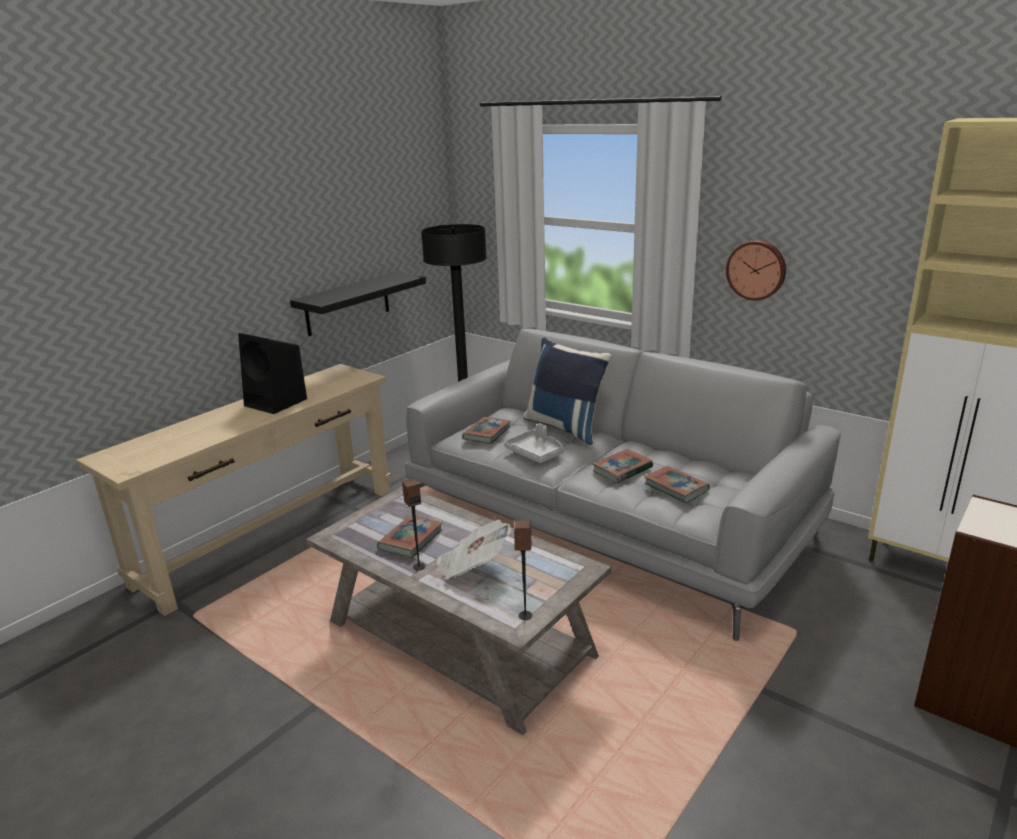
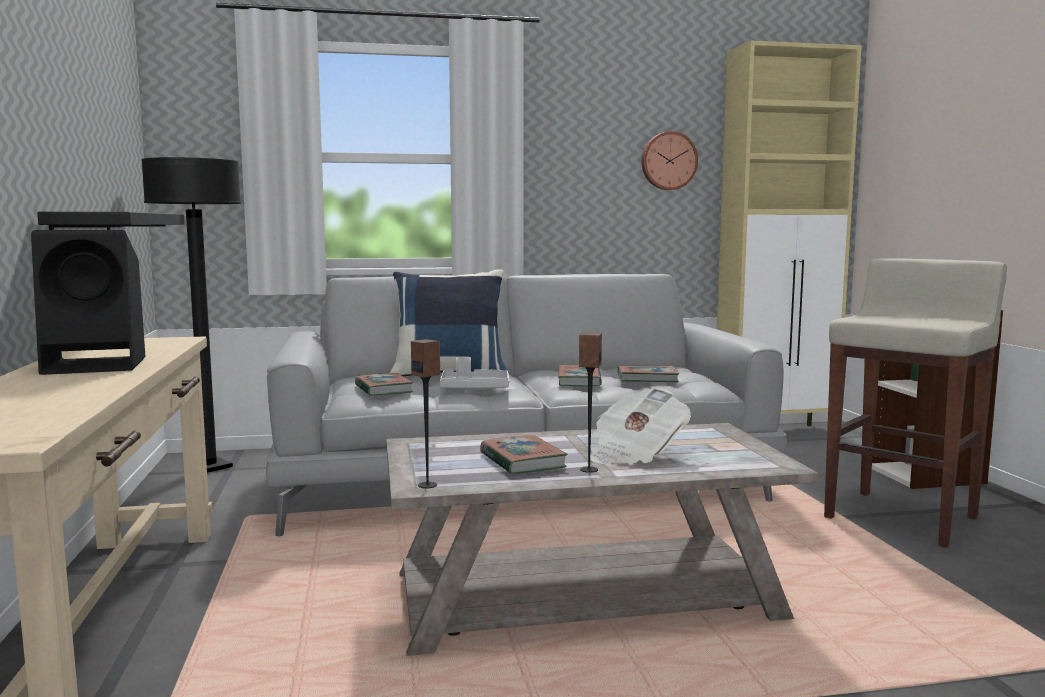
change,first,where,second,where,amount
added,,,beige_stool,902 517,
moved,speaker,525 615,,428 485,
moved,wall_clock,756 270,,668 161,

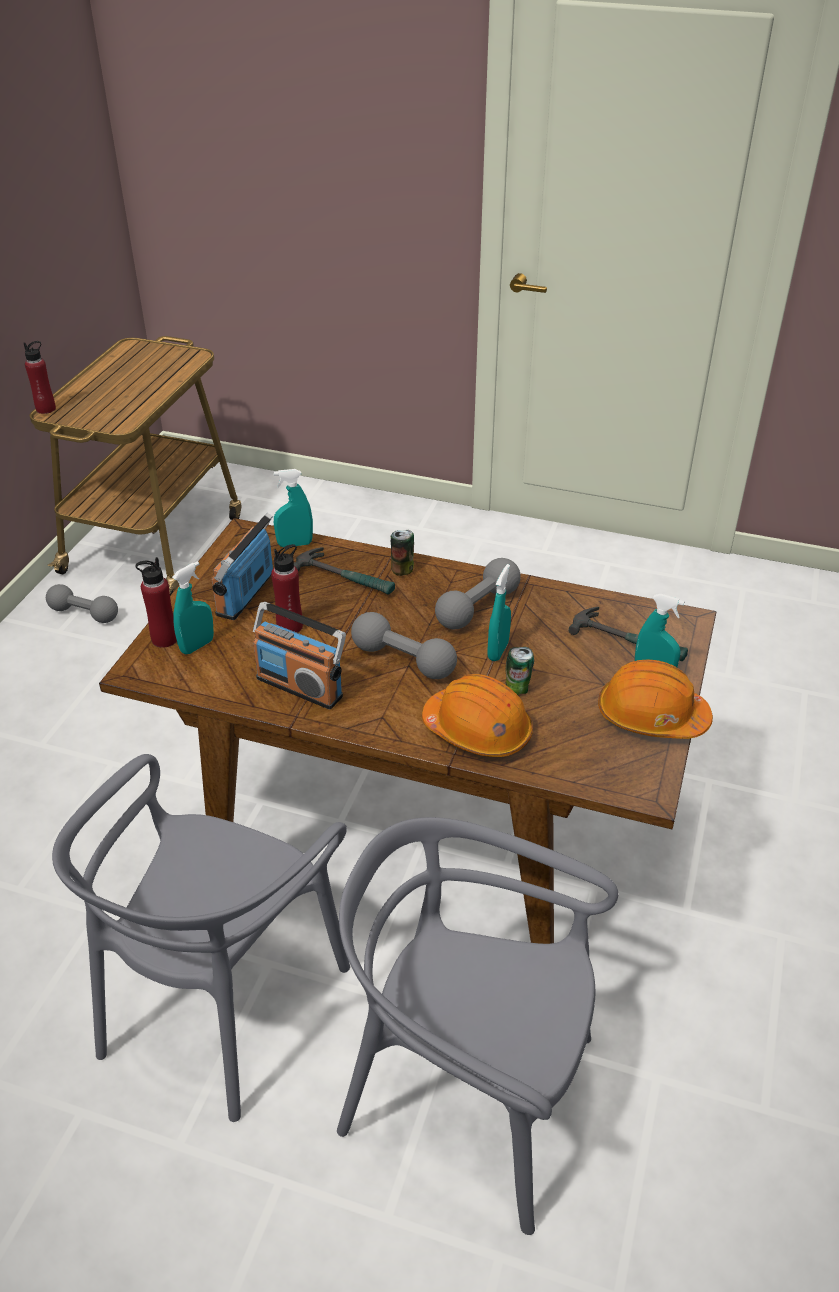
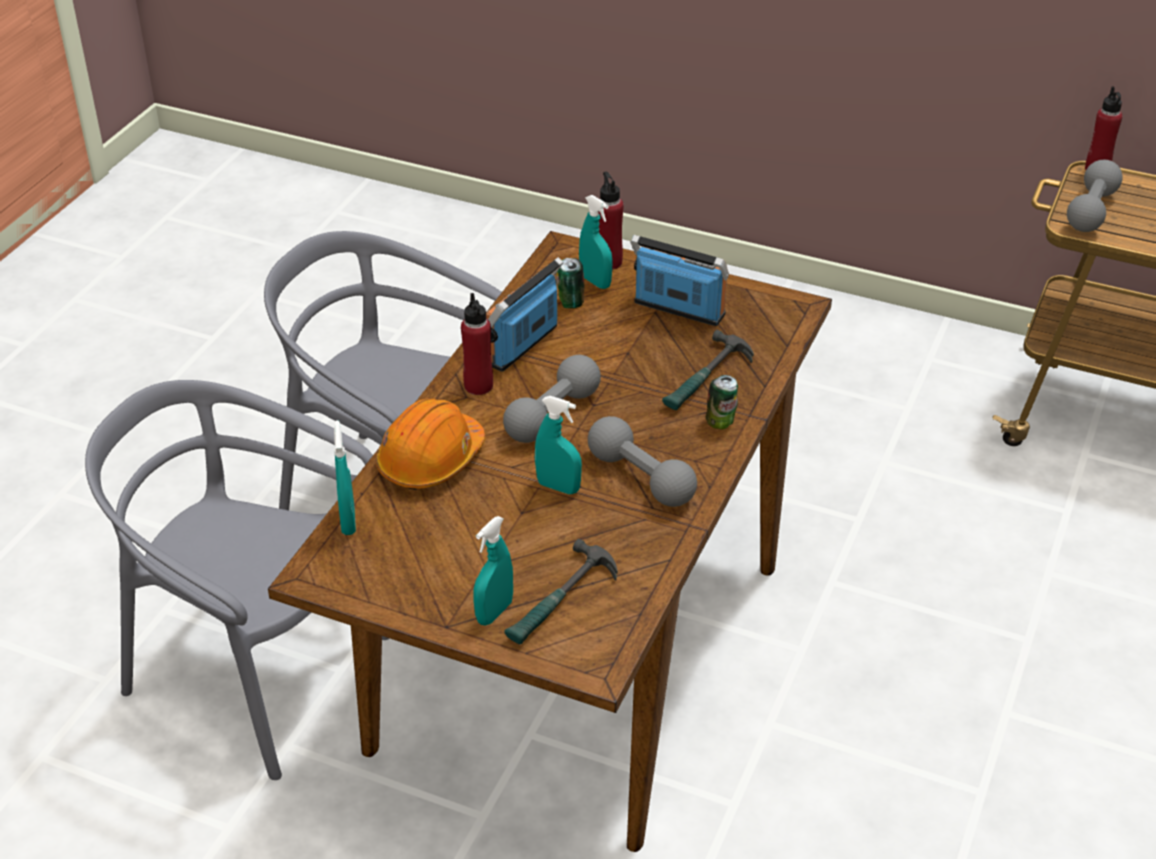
change,first,where,second,where,amount
removed,orange_hard_hat,651 716,,,
moved,grey_dumbbell,84 614,,1091 211,
moved,red_bottle,290 626,,478 386,
moved,turquoise_spray_bottle,295 544,,348 521,
moved,can,517 689,,570 302,
turned,grey_chair,469 1095,,256 673,90 degrees counterclockwise

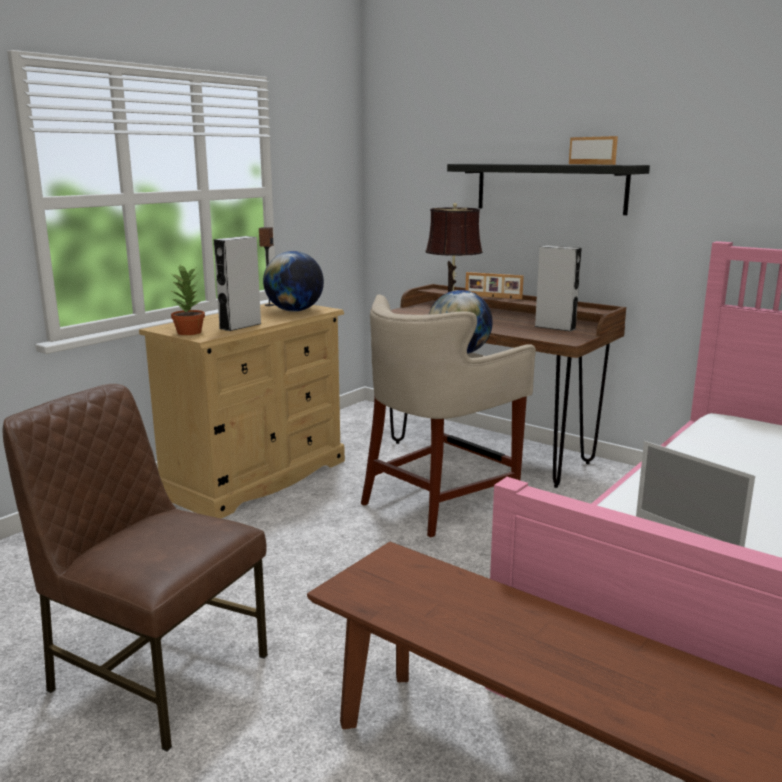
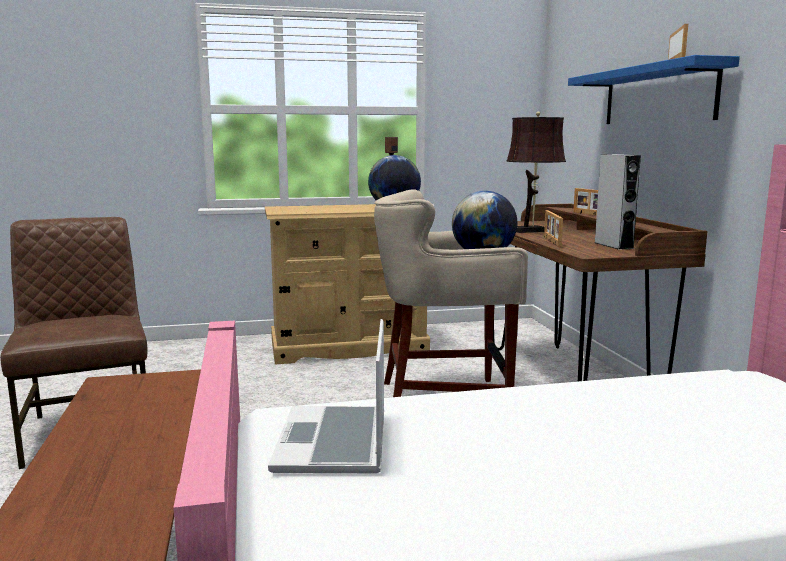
change,first,where,second,where,amount
removed,potted_plant,190 332,,,
removed,grey_speaker,240 326,,,
added,,,picture_frame,551 241,
recoloured,black_shelf,550 188,blue_shelf,657 96,

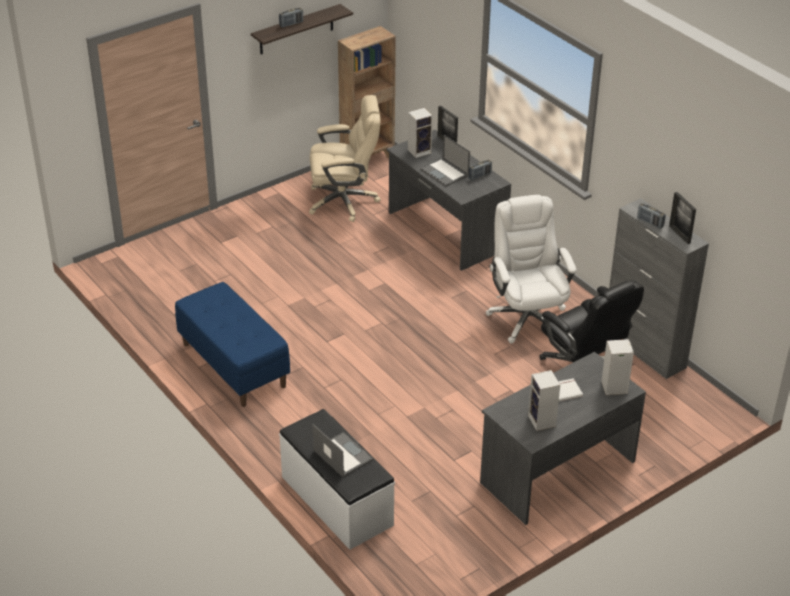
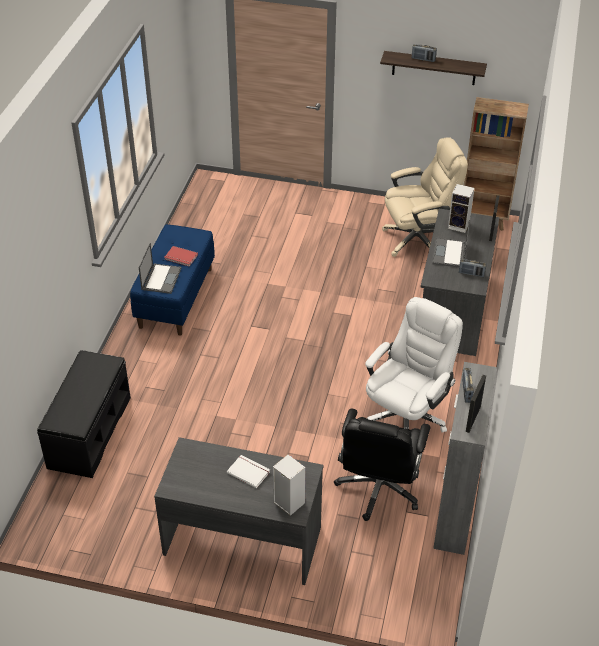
change,first,where,second,where,amount
removed,speaker,542 421,,,
added,,,red_book,181 257,
moved,laptop,342 455,,161 278,
recoloured,white_bench,336 501,black_bench,89 432,
turned,beige_office_chair,344 201,,418 239,60 degrees counterclockwise

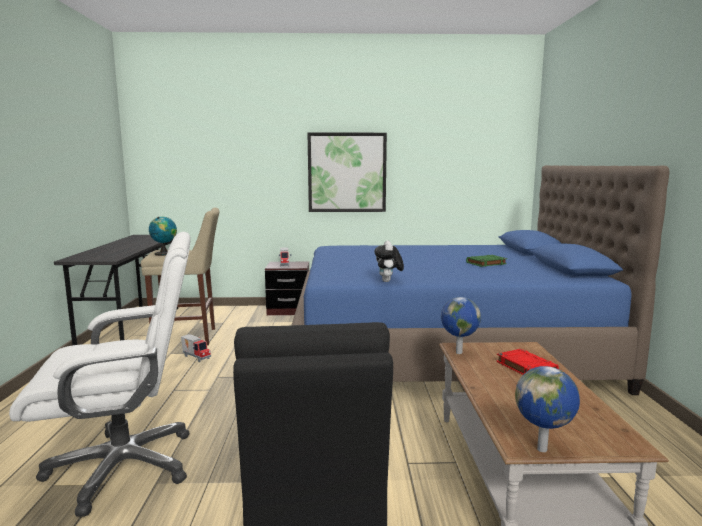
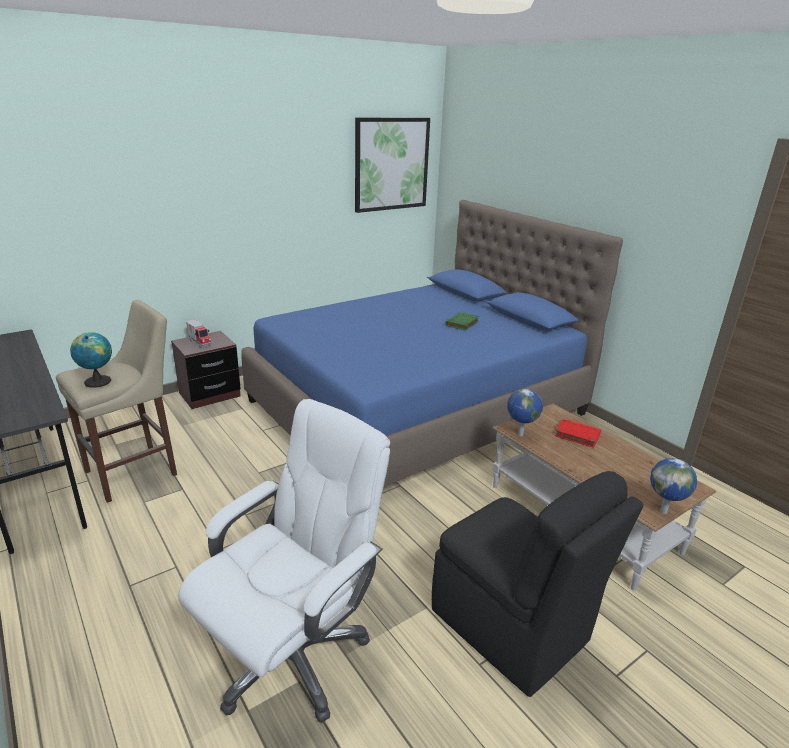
change,first,where,second,where,amount
removed,toy_truck,197 357,,,
removed,plush_toy,388 281,,,
moved,picture,347 172,,391 164,

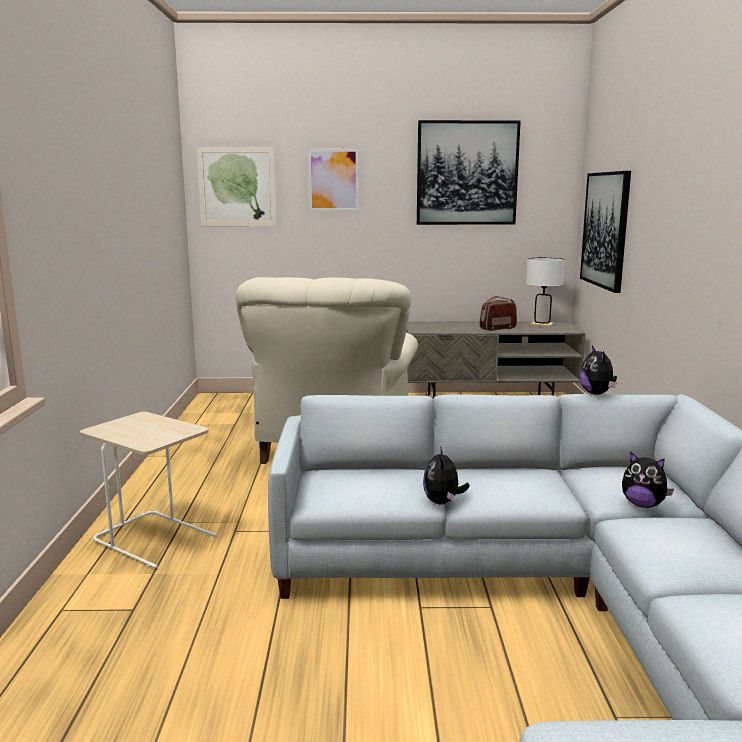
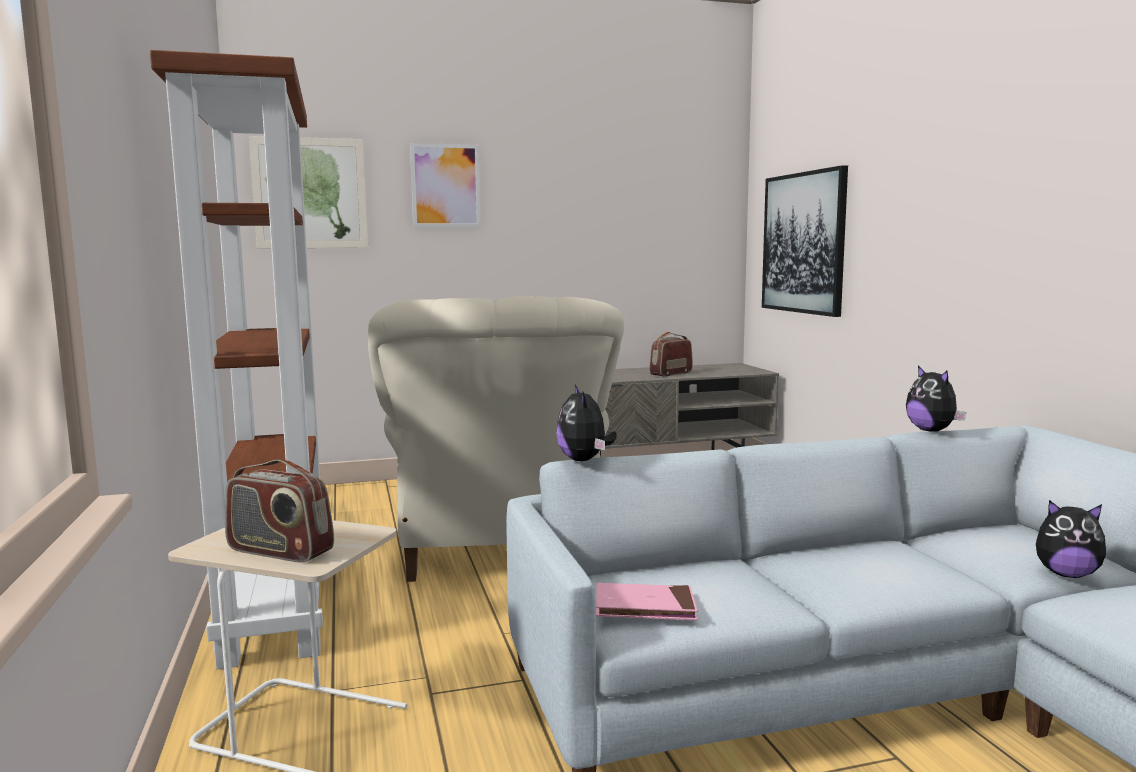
change,first,where,second,where,amount
removed,picture,467 173,,,
removed,white_table_lamp,542 325,,,
added,,,brown_bookcase,276 601,
added,,,radio,279 551,
added,,,pink_book,644 607,
moved,plush_toy,443 502,,584 460,

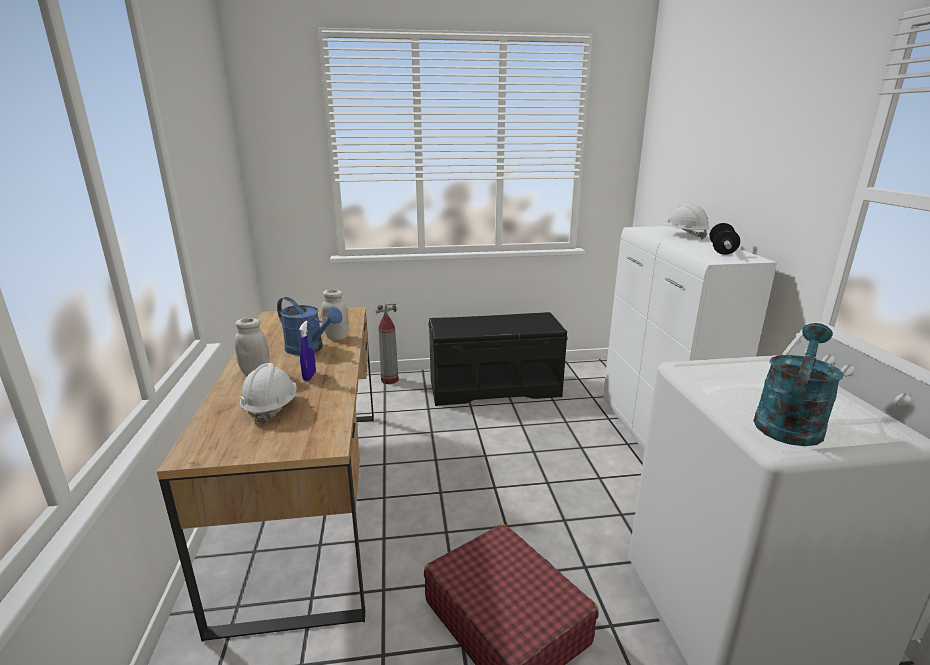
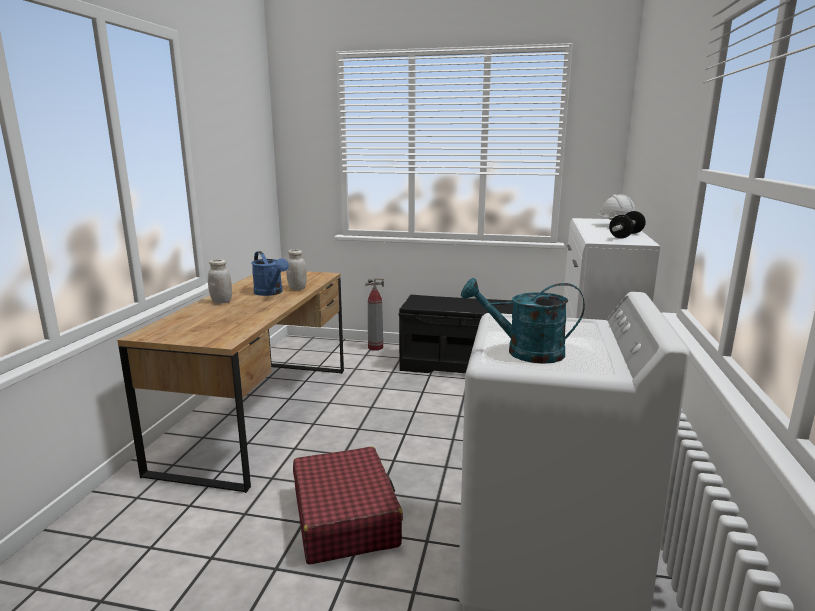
change,first,where,second,where,amount
removed,white_hard_hat,271 407,,,
removed,blue_spray_bottle,309 376,,,
turned,turquoise_watering_can,789 421,,524 352,135 degrees counterclockwise

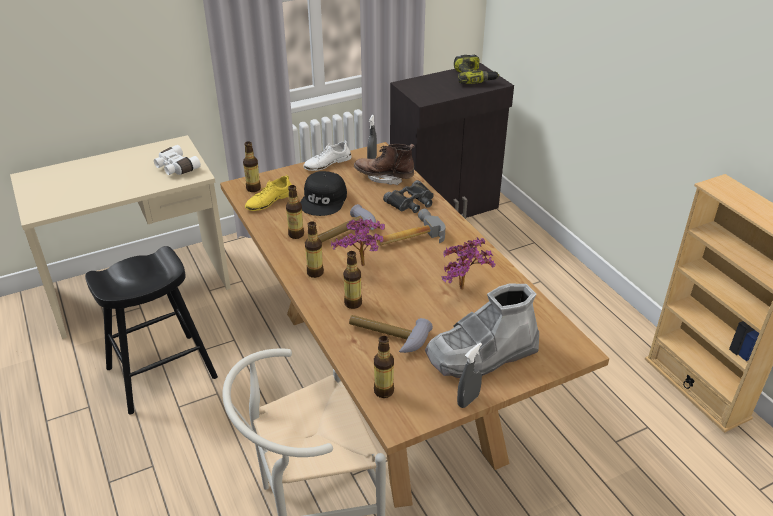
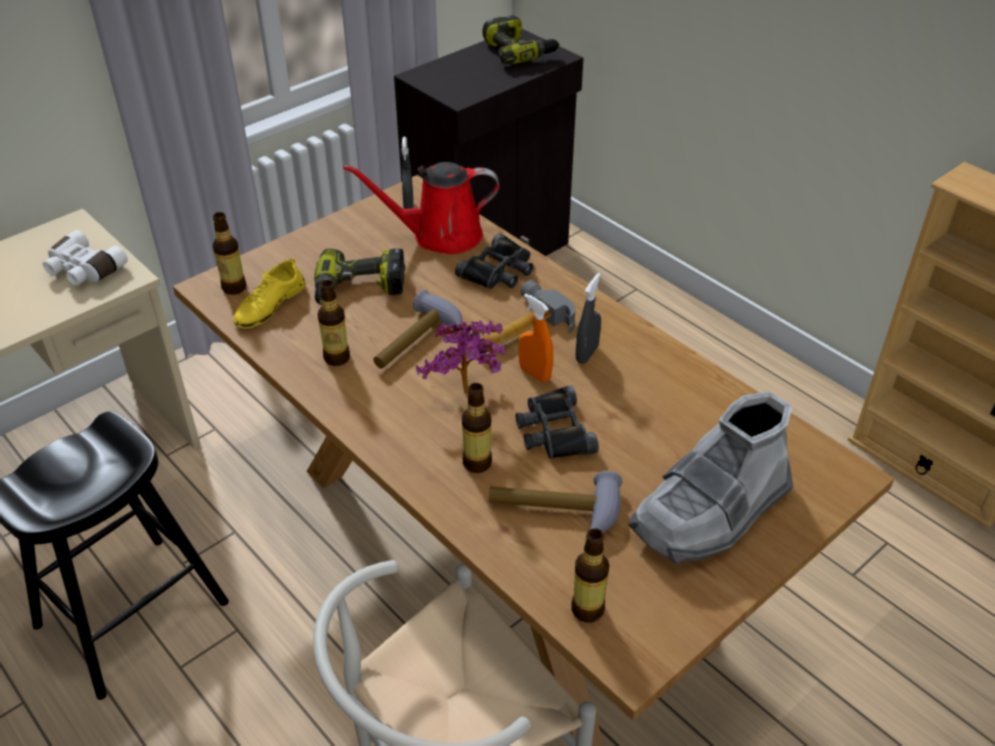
change,first,where,second,where,amount
removed,white_shoe,327 163,,,
removed,bottle,315 272,,,
removed,potted_plant,464 290,,,
added,,,black_binoculars,554 431,
added,,,orange_spray_bottle,534 374,
moved,grey_spray_bottle,468 400,,587 354,
replaced,black_cap,324 200,power_drill,359 289,
replaced,brown_boot,384 178,red_watering_can,440 236,

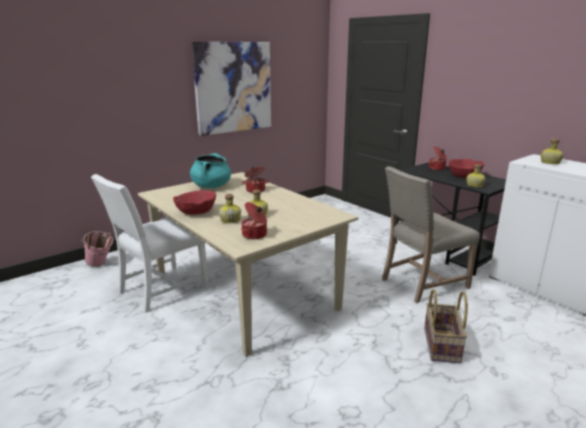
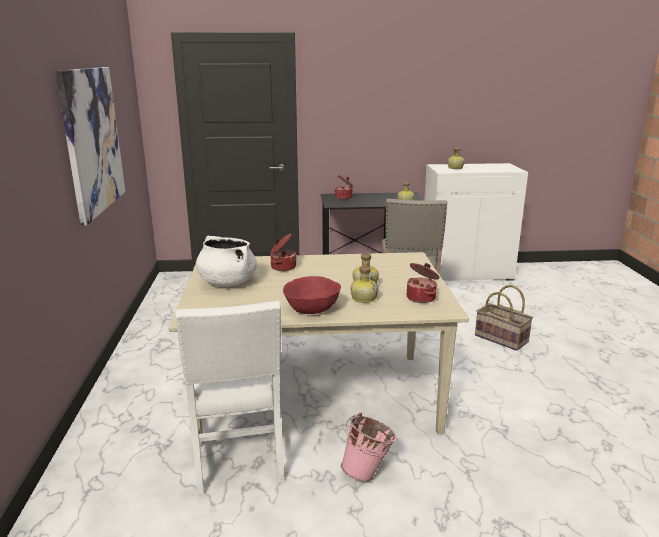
change,first,where,second,where,amount
removed,red_bowl,464 175,,,
moved,pink_bucket,100 265,,368 472,
recoloured,turquoise_cooking_pot,211 186,white_cooking_pot,227 282,

